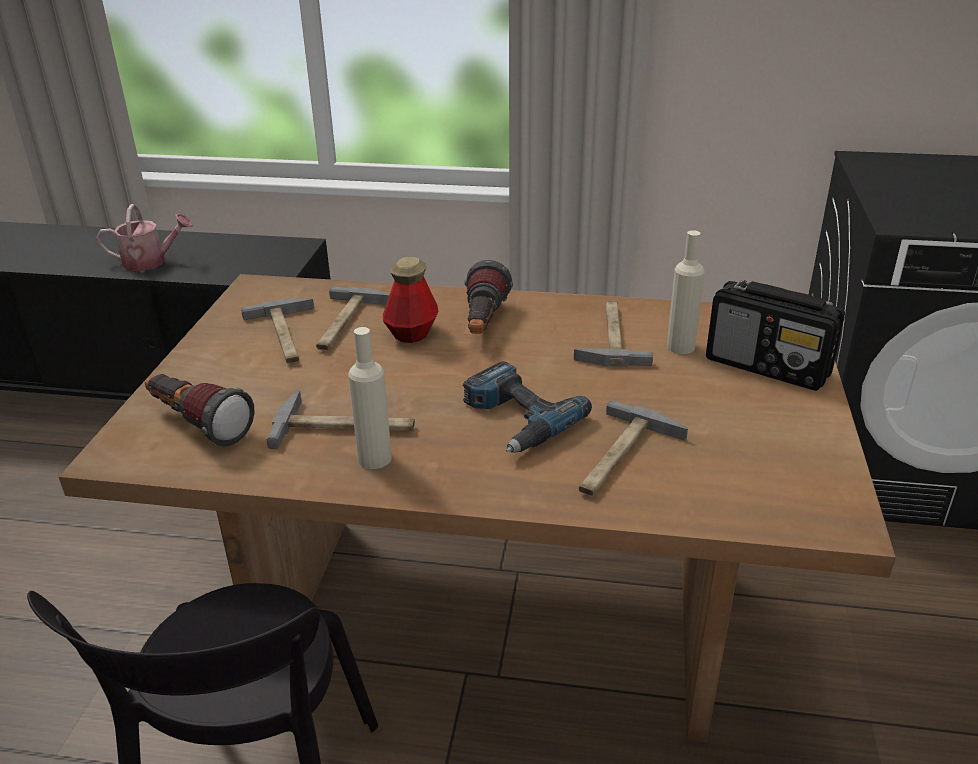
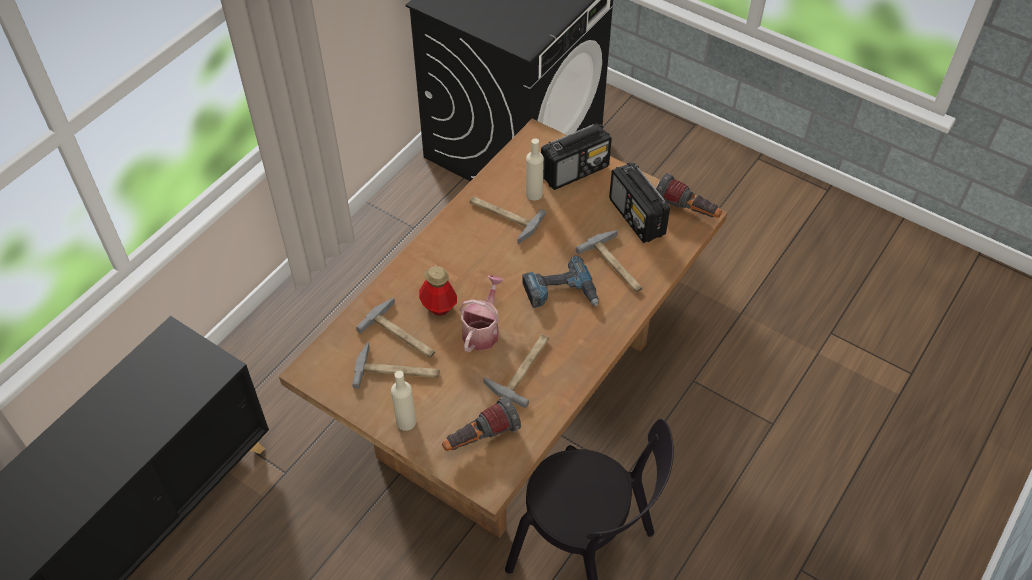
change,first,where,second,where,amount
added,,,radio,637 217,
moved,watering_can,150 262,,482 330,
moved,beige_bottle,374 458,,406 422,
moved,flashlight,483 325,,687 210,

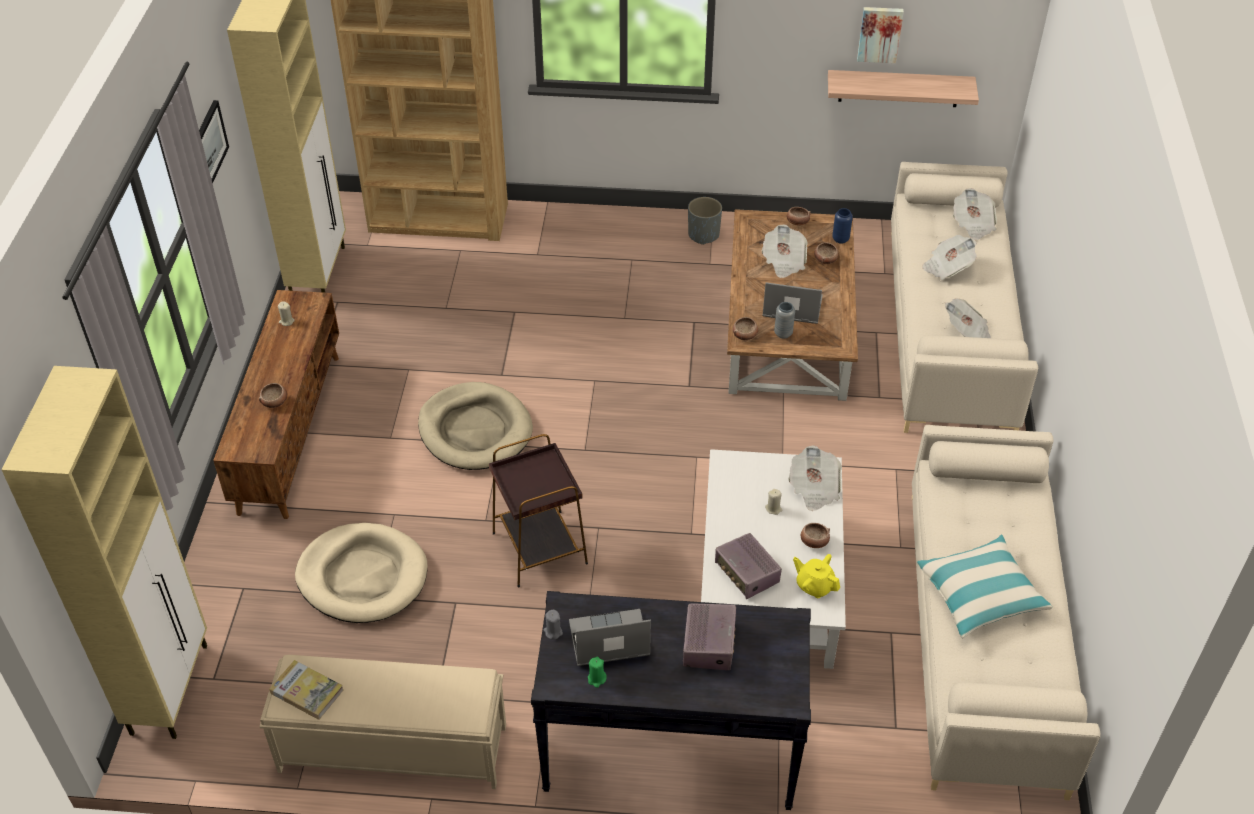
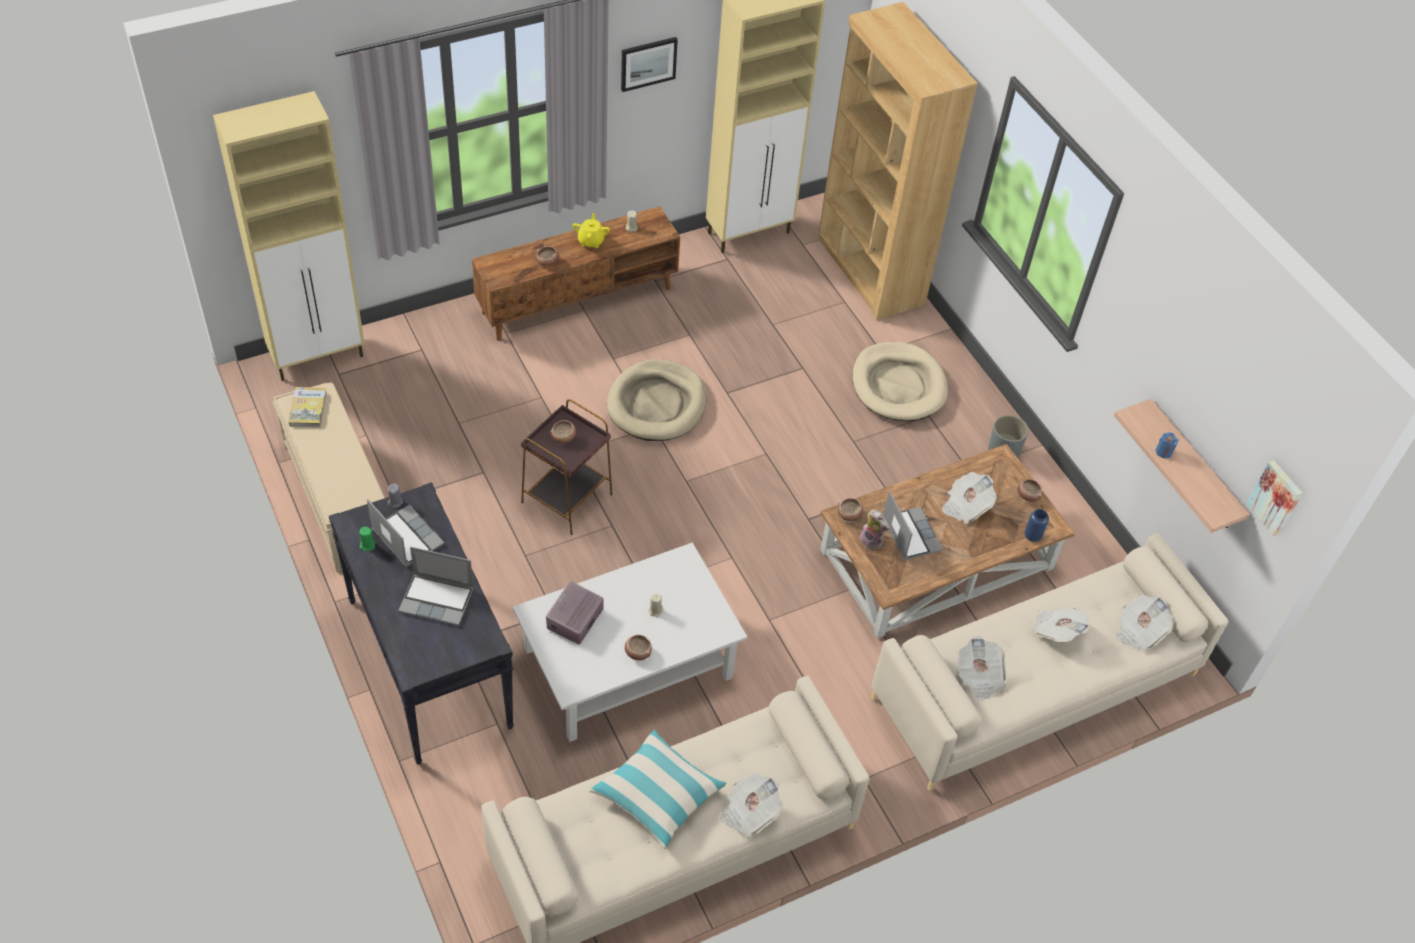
change,first,where,second,where,amount
added,,,blue_candle,1163 452,
moved,beige_dog_bed,363 576,,898 385,
moved,newspaper,814 489,,749 812,
moved,yellow_teapot,814 586,,591 241,
moved,bowl,825 259,,564 437,
moved,picture,879 34,,1276 497,
replaced,radio,709 644,laptop,438 600,
replaced,grey_vase,783 333,plush_toy,872 541,

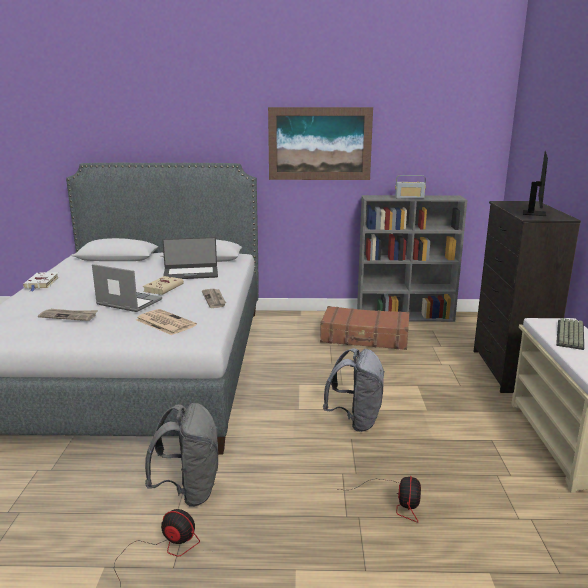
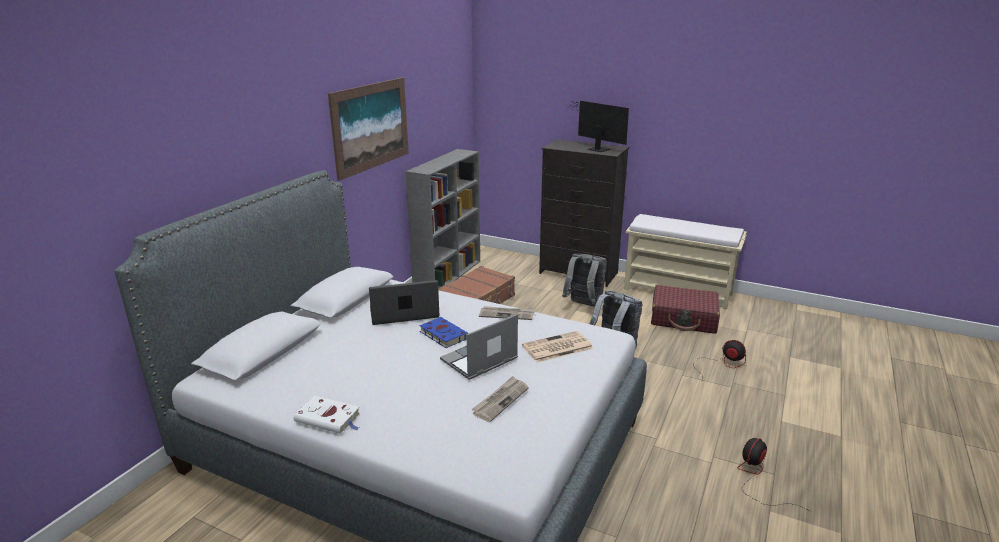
change,first,where,second,where,amount
removed,radio,409 198,,,
removed,keyboard,571 335,,,
added,,,red_suitcase,684 318,
moved,grey_backpack,189 491,,584 305,
recoloured,beige_book,164 287,blue_book,442 334,
turned,laptop,191 273,,404 313,120 degrees counterclockwise

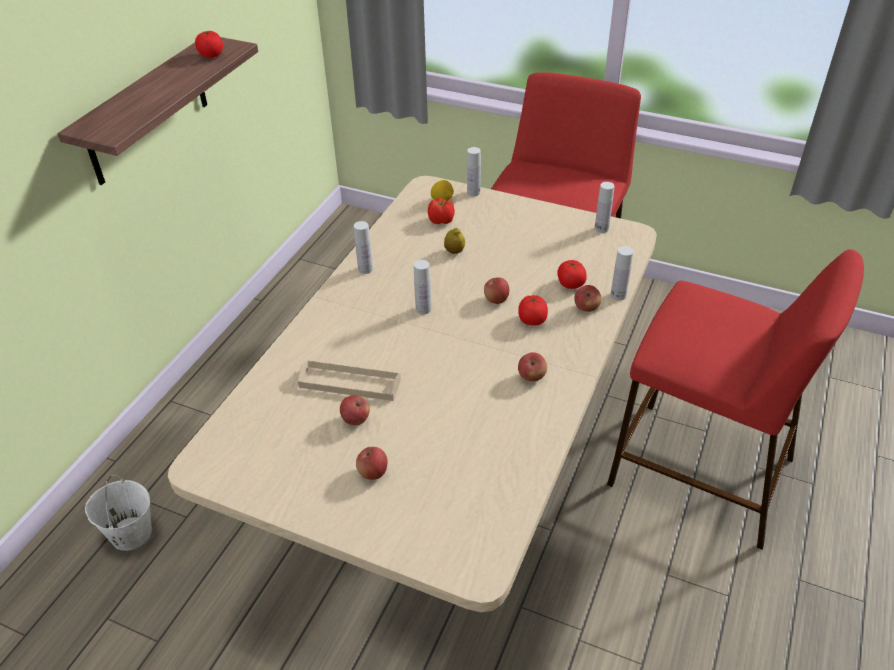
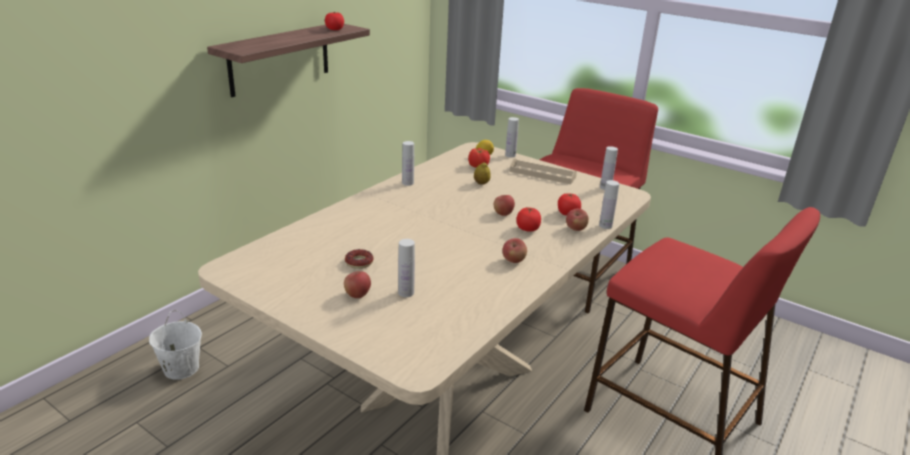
change,first,where,second,where,amount
moved,beige_tray,350 383,,542 174,
moved,white_bottle,423 309,,406 292,
replaced,apple,355 419,donut,359 262,

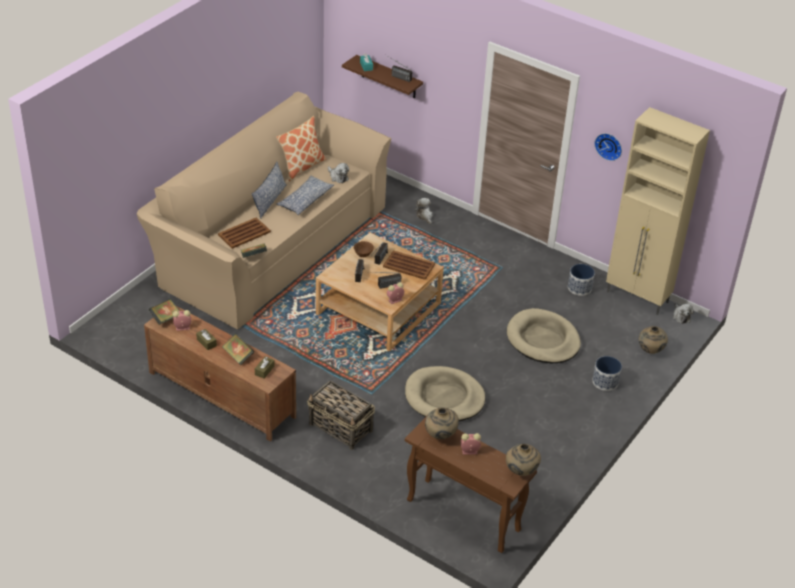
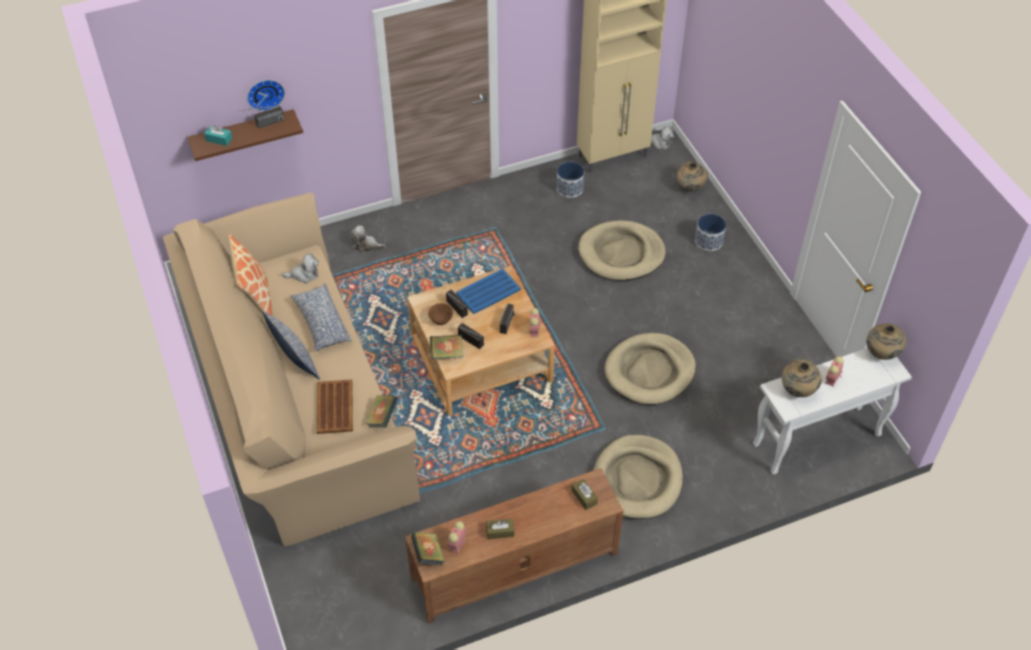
change,first,where,second,where,amount
moved,book,238 356,,447 353,
moved,wall_clock,609 145,,265 93,
replaced,basket,341 427,beige_dog_bed,637 479,
recoloured,brown_tray,408 265,blue_tray,487 292,
recoloured,brown_console_table,462 515,white_console_table,816 440,

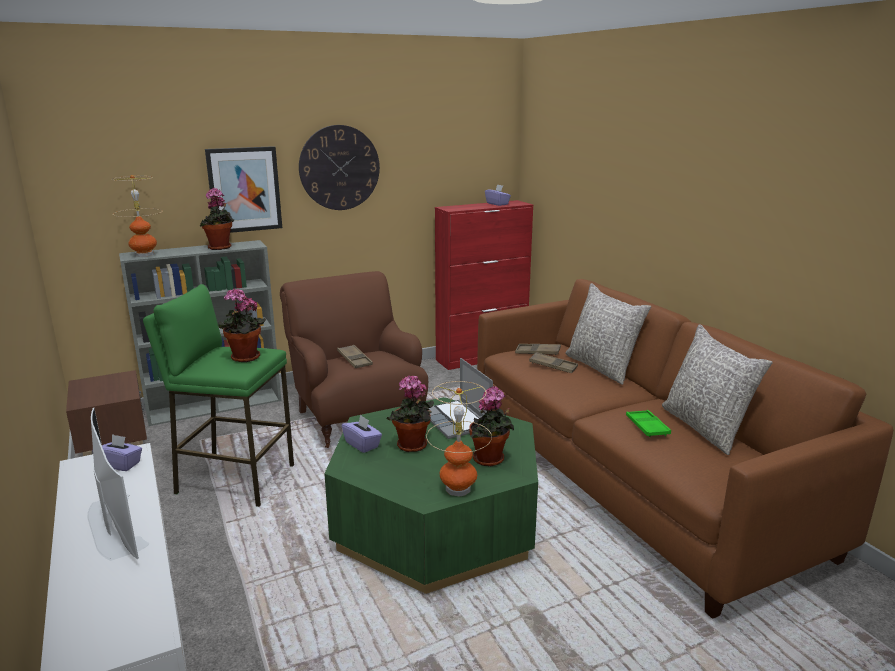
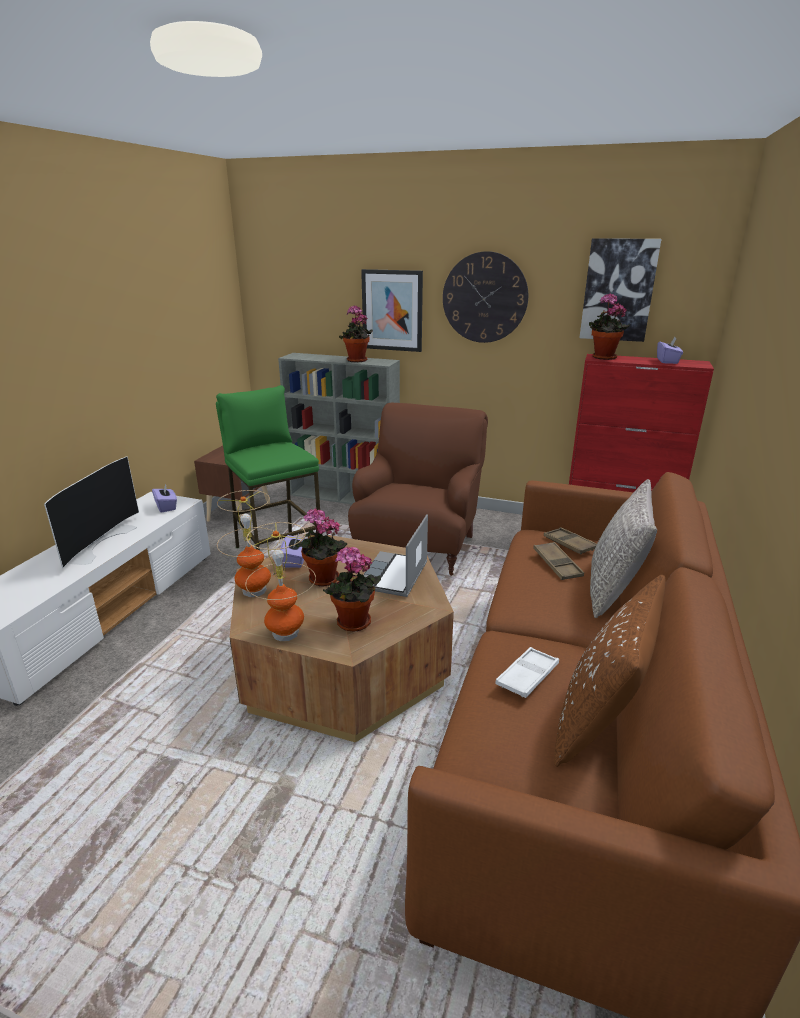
change,first,where,second,where,amount
removed,brown_tray,354 360,,,
added,,,picture,618 290,
moved,table_lamp,144 254,,254 590,
moved,potted_plant,244 358,,602 358,
recoloured,green_coffee_table,436 522,brown_coffee_table,342 663,
recoloured,green_tray,647 427,white_tray,527 676,
recoloured,grey_pillow,705 428,brown_pillow,599 720,

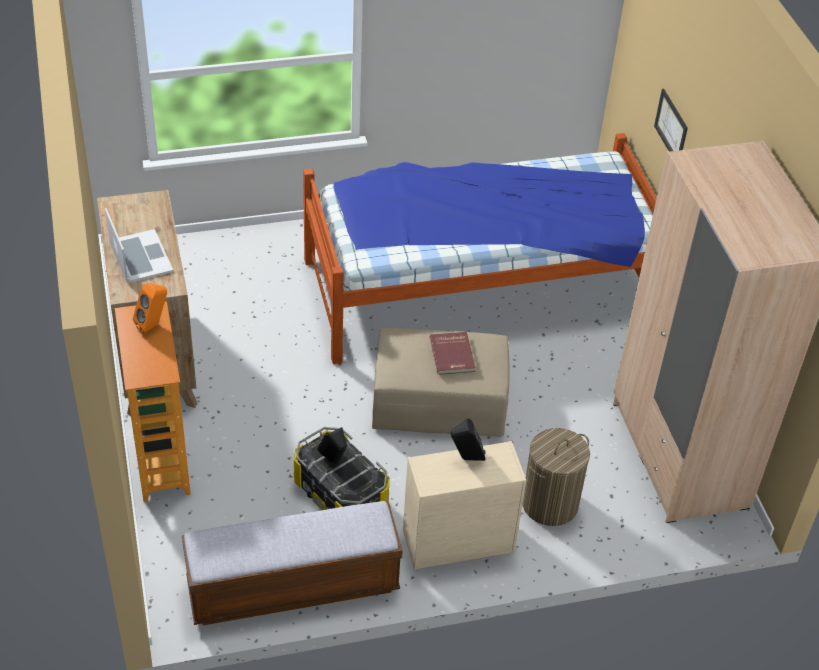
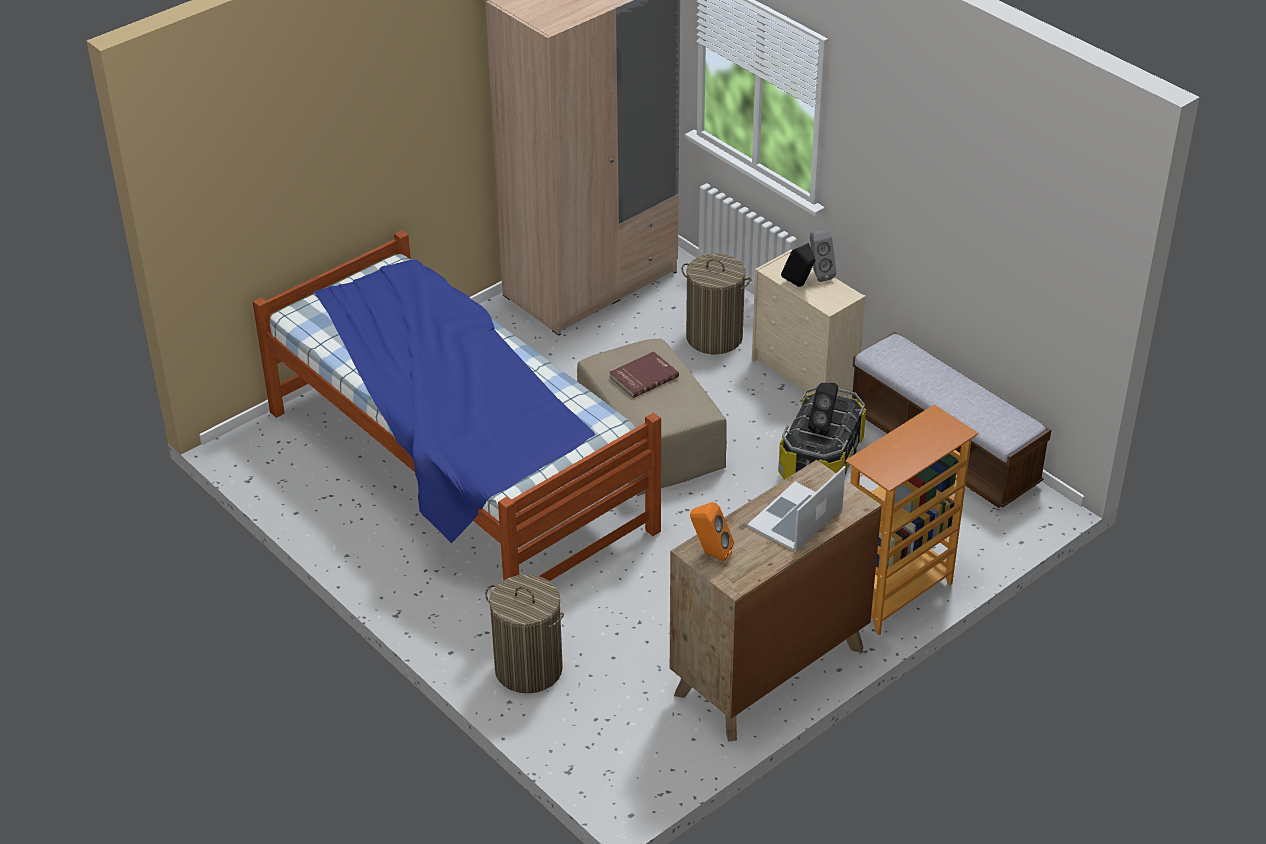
change,first,where,second,where,amount
removed,picture,671 126,,,
added,,,laundry_basket,528 669,
added,,,grey_speaker,819 274,
moved,orange_speaker,153 325,,710 553,

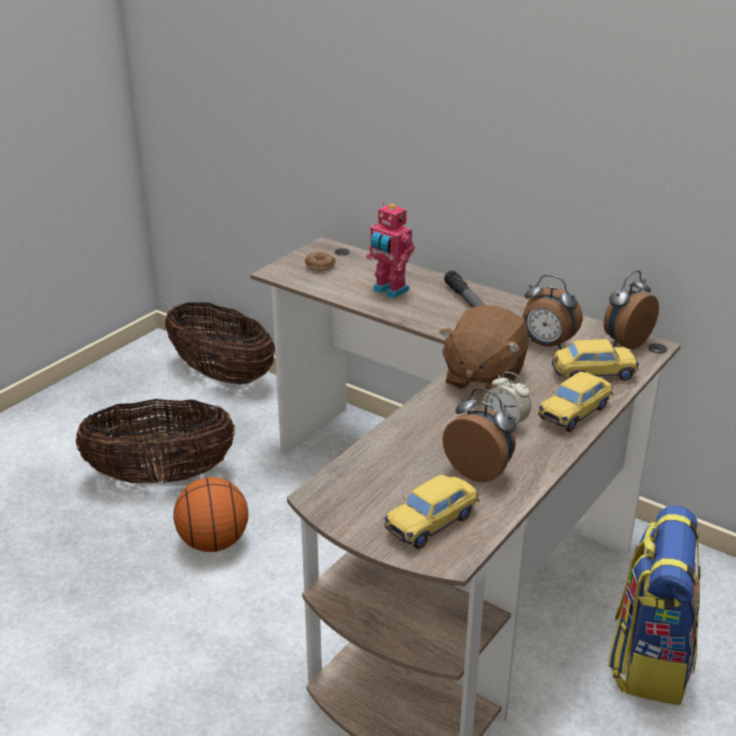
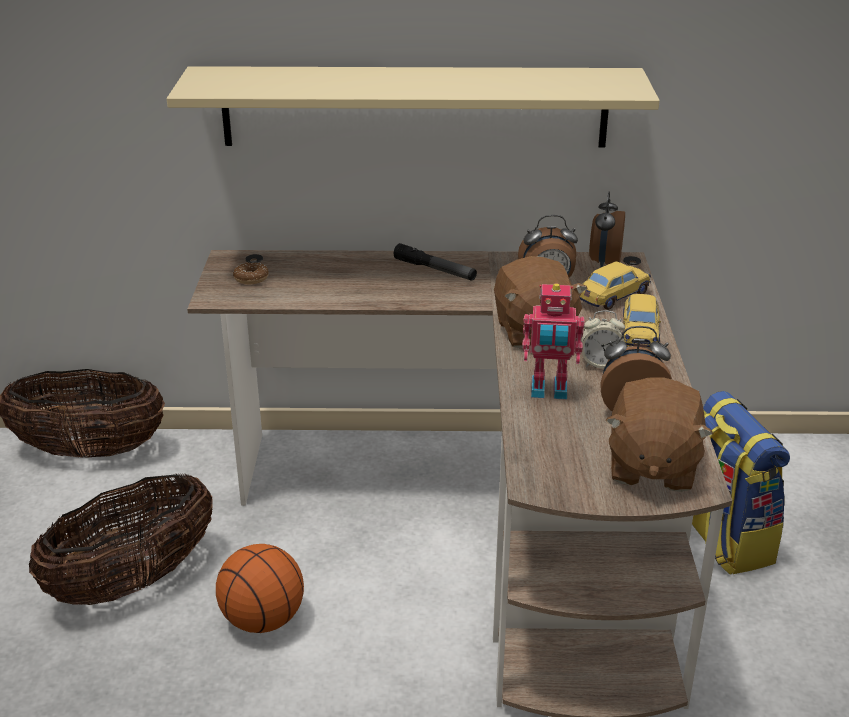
change,first,where,second,where,amount
added,,,beige_shelf,414 107,
moved,toy_robot,389 291,,549 391,
replaced,toy_car,432 523,brown_plush_toy,651 466,

